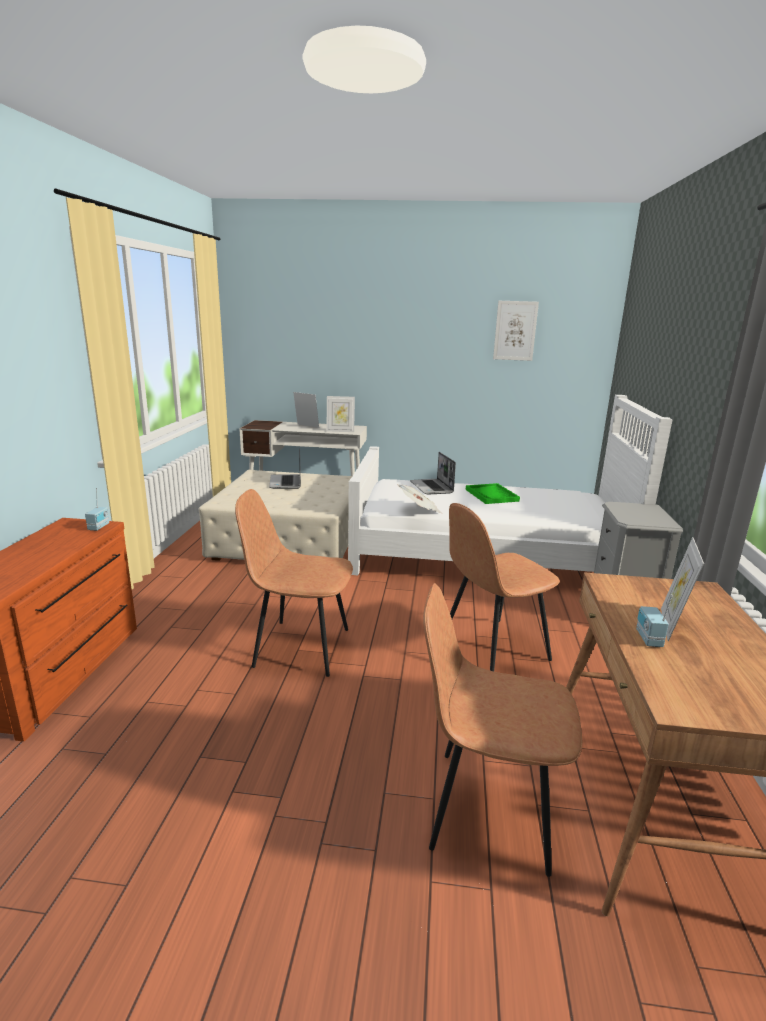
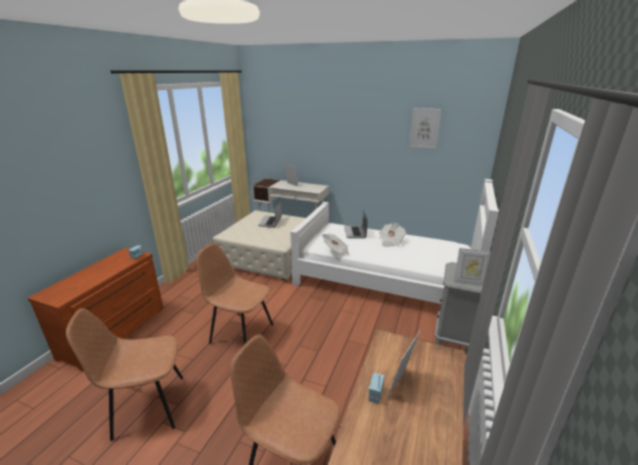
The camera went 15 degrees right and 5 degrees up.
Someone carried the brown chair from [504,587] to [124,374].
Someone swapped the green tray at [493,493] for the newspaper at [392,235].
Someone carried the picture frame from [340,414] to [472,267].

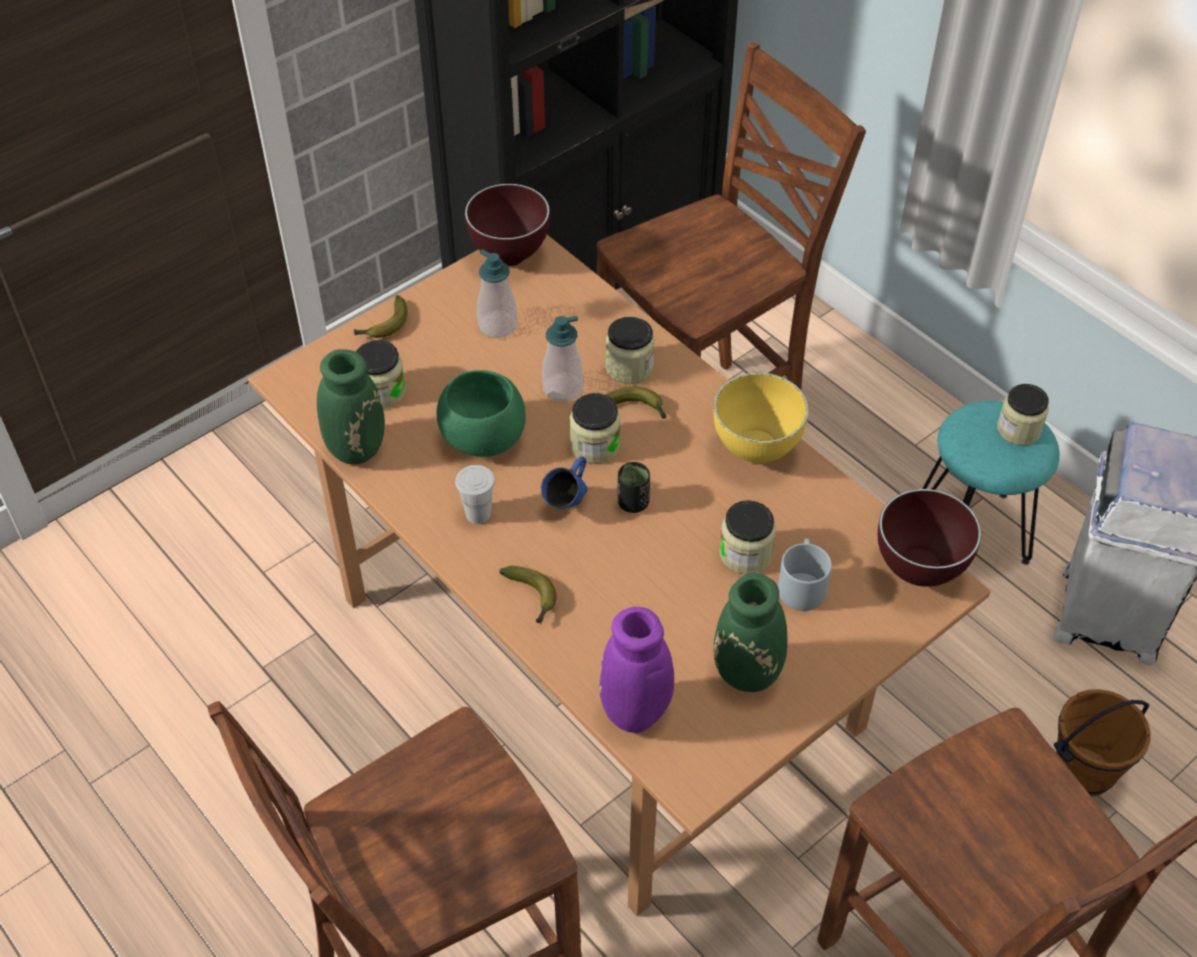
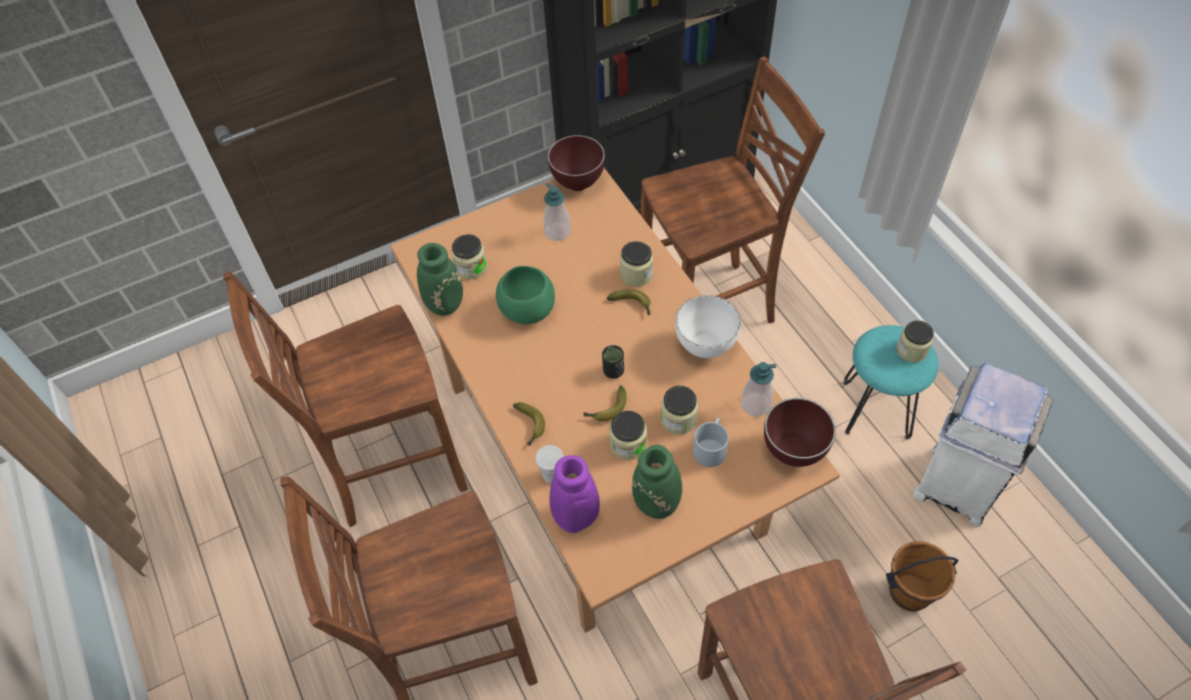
The camera went 15 degrees right and 5 degrees up.
Someone put down the brown chair at [345,399].
Someone carried the white cup from [475,494] to [549,464].
Someone carried the banana from [380,316] to [605,403].
Someone carried the jar from [595,428] to [628,435].
Someone repainted the yellow bowl at [761,418], which became the white bowl at [708,326].
Someone carried the soap dispenser from [562,359] to [758,389].
Someone took away the blue mug at [564,482].

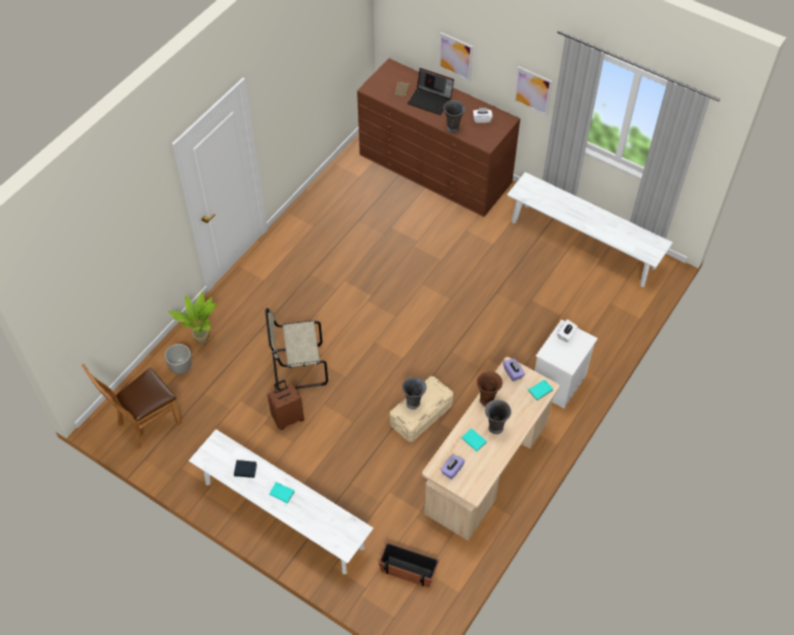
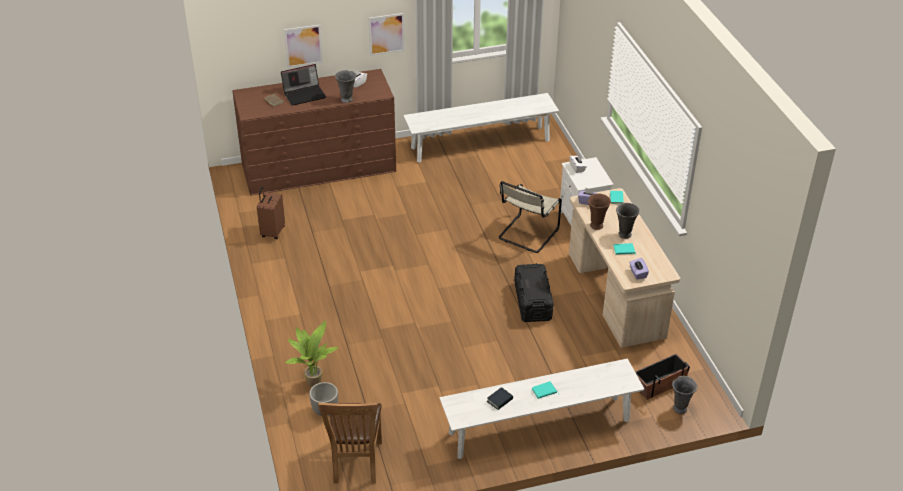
The camera went 50 degrees left and 15 degrees down.
Someone carried the brown suitcase from [285,405] to [271,213].
Someone carried the beige chair from [296,349] to [530,217].
Someone repainted the beige storage box at [421,409], which became the black storage box at [534,292].
Someone carried the grey vase from [414,393] to [684,395].

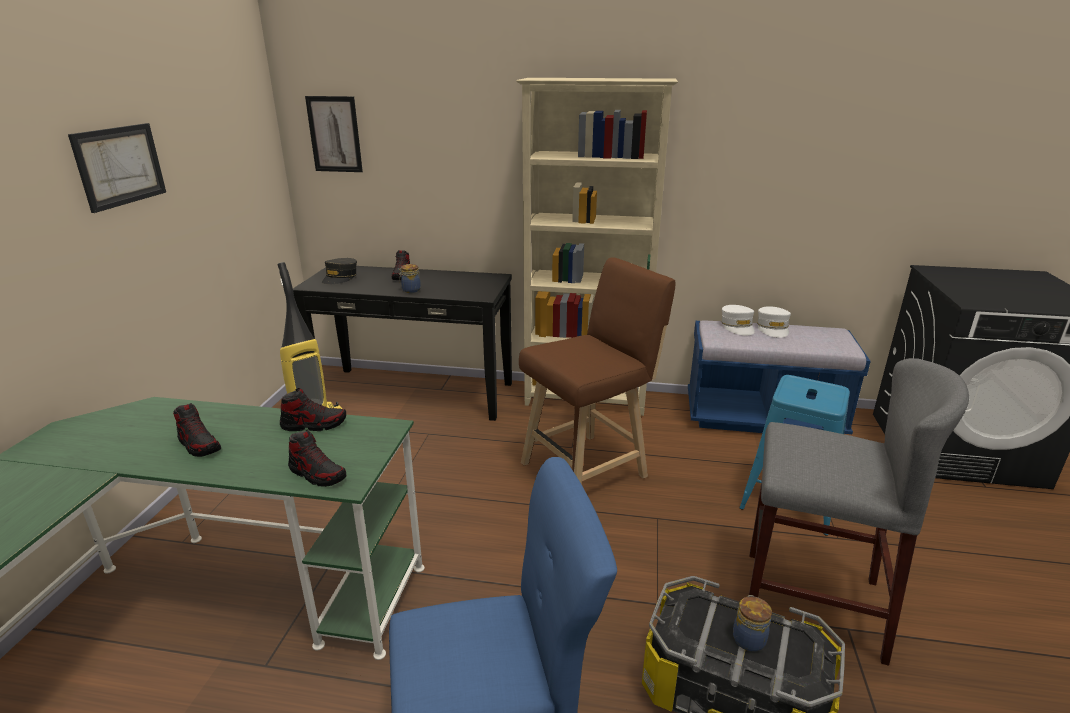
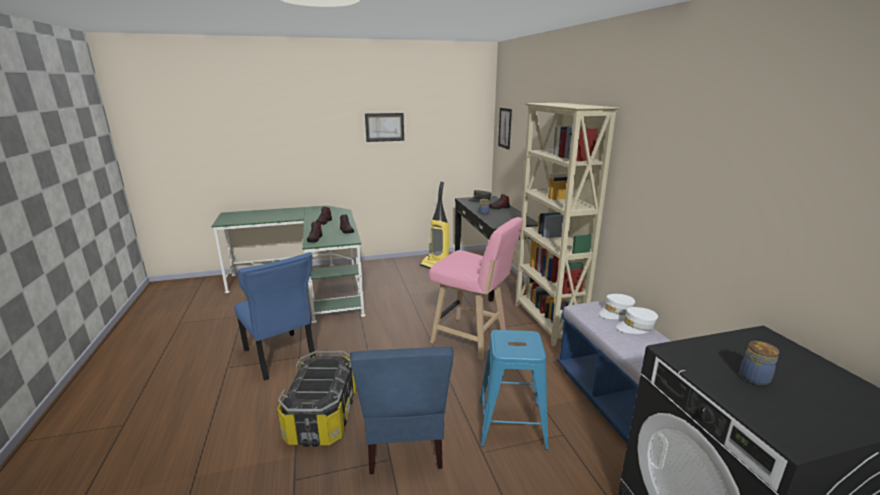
The camera went 65 degrees right and 5 degrees down.
Someone swapped the grey stool at [859,512] for the blue chair at [402,410].
Someone repainted the brown stool at [597,370], which became the pink stool at [476,288].
Someone carried the jar from [752,623] to [759,363].

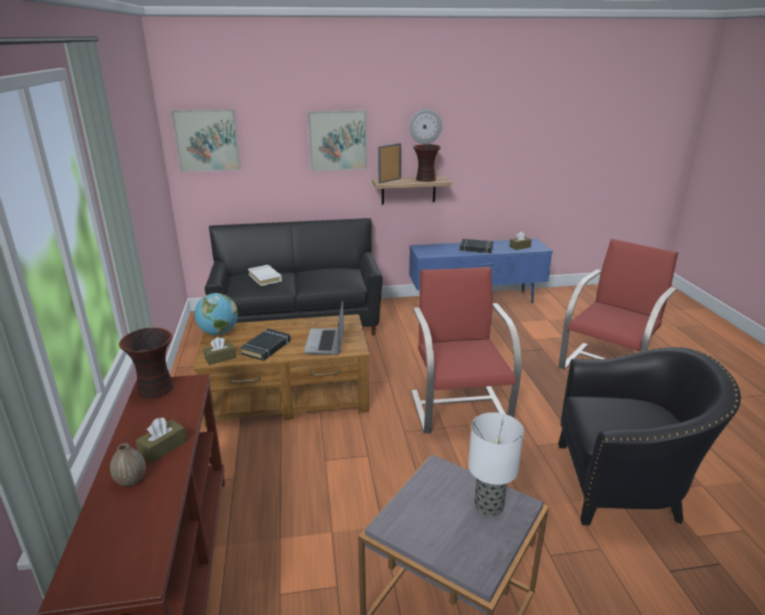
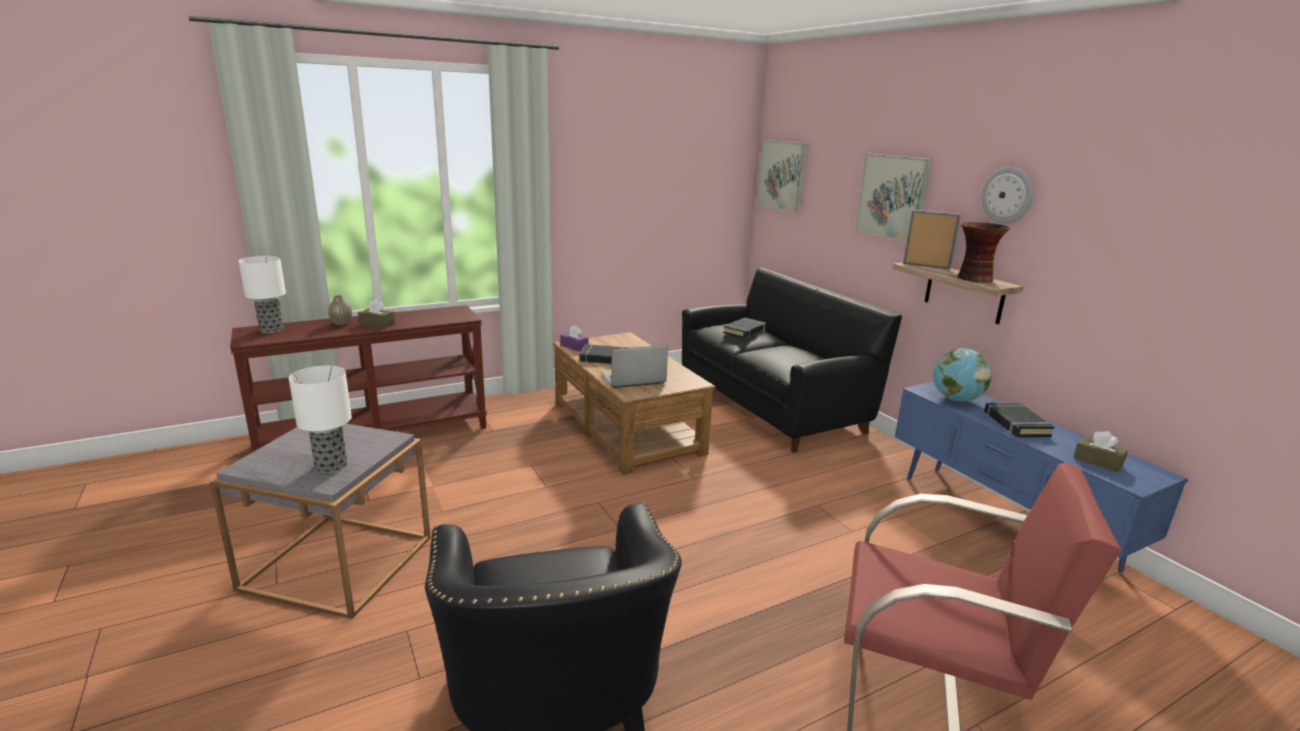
The camera went 70 degrees right and 5 degrees down.
Someone put down the table lamp at [262,294].
Someone repainted the brown tissue box at [219,351], which became the purple tissue box at [574,338].
Someone repainted the white book at [265,275], which became the black book at [745,328].
Someone carried the globe from [216,314] to [962,375].
Someone took away the vase at [146,362].
Someone took away the red armchair at [466,350].

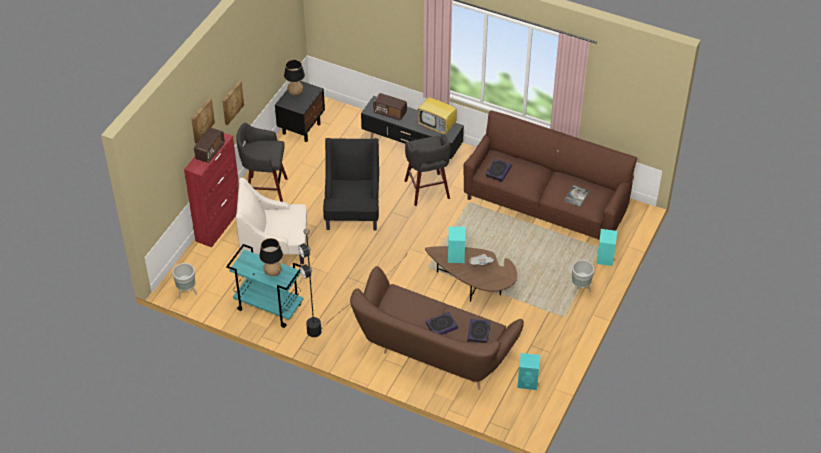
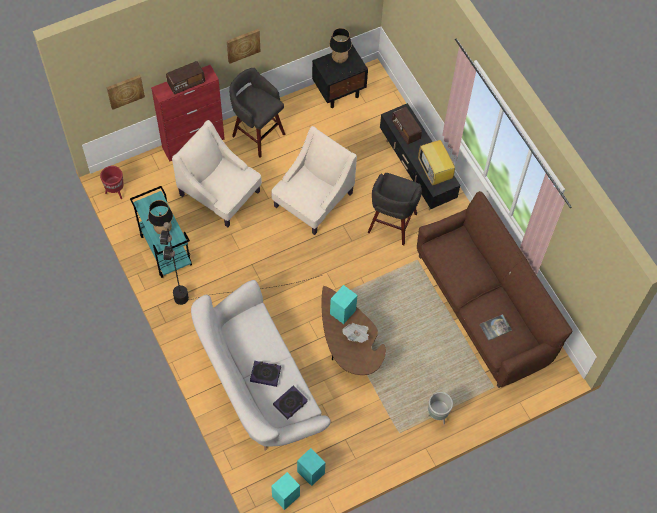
The camera went 35 degrees right and 15 degrees up.
Someone repainted the grey planter at [184,281], which became the red planter at [112,182].
Someone carried the picture from [203,121] to [126,92].
Someone repainted the brown sofa at [437,328], which became the white sofa at [261,365].
Someone repainted the black armchair at [351,184], which became the beige armchair at [314,180].
Someone carried the turquoise speaker from [606,247] to [285,491].
Someone took away the book at [498,170].

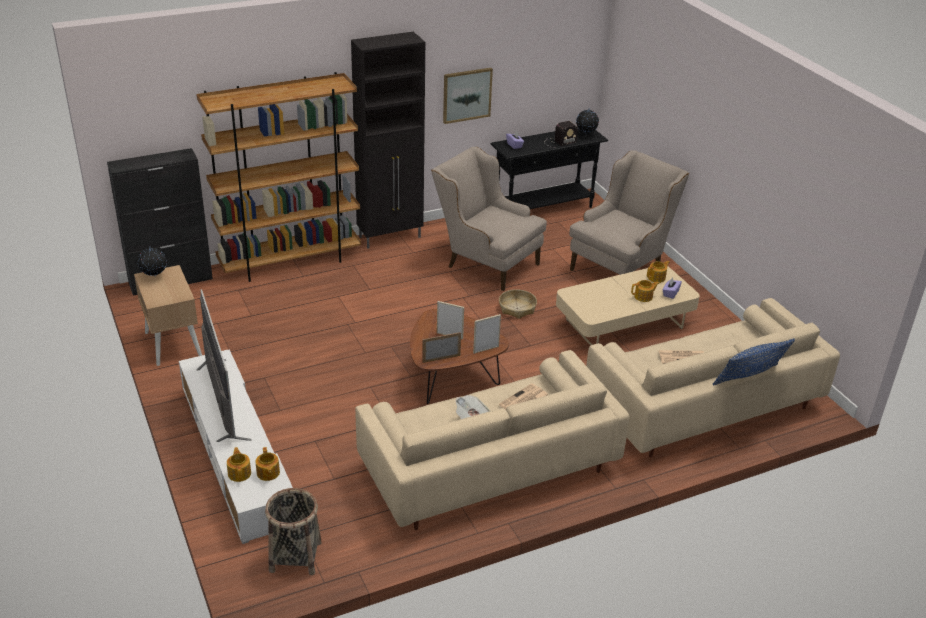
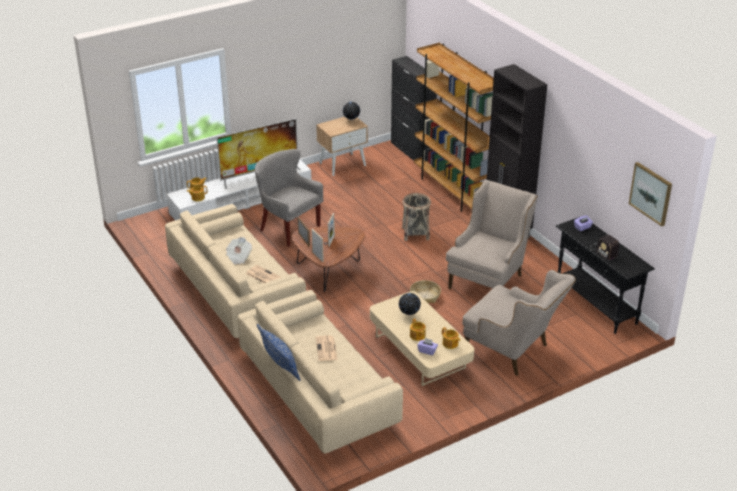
The camera went 85 degrees right and 0 degrees up.
Someone put down the grey armchair at [289,198].
Someone carried the globe from [587,121] to [410,304].
Someone carried the basket from [293,531] to [416,217].
Someone carried the picture from [468,96] to [650,194].

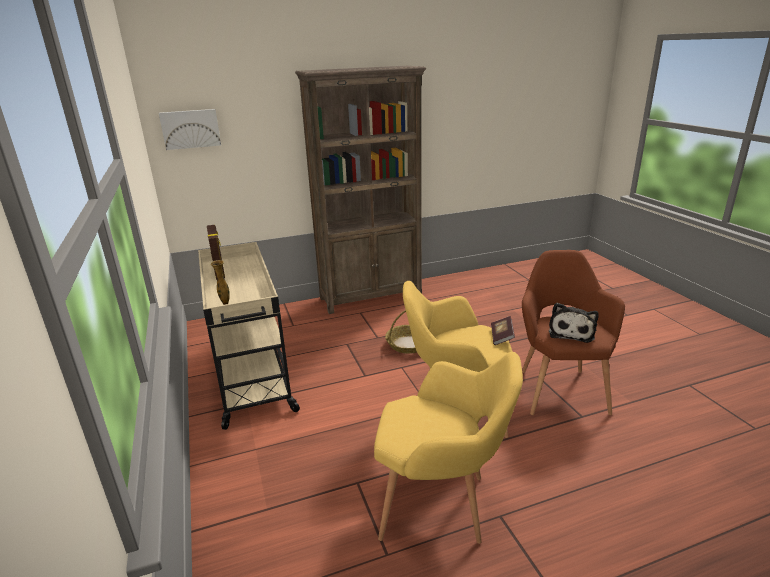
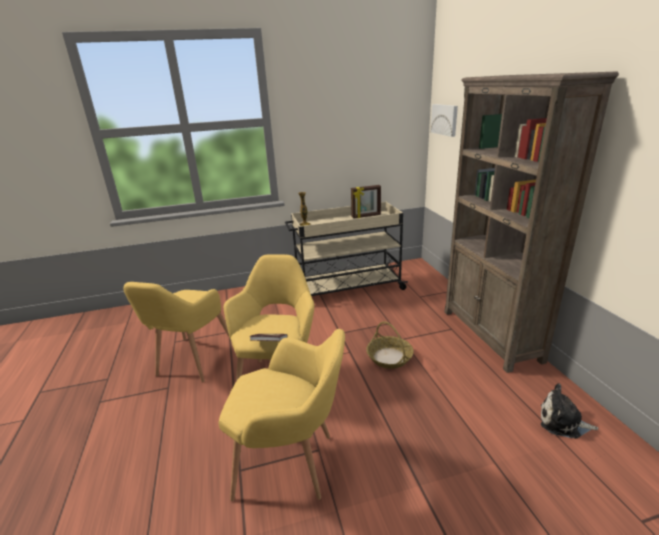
The camera went 95 degrees right and 0 degrees up.
Someone repainted the brown armchair at [573,332], which became the yellow armchair at [281,415].
Someone carried the plush toy from [574,323] to [569,411].

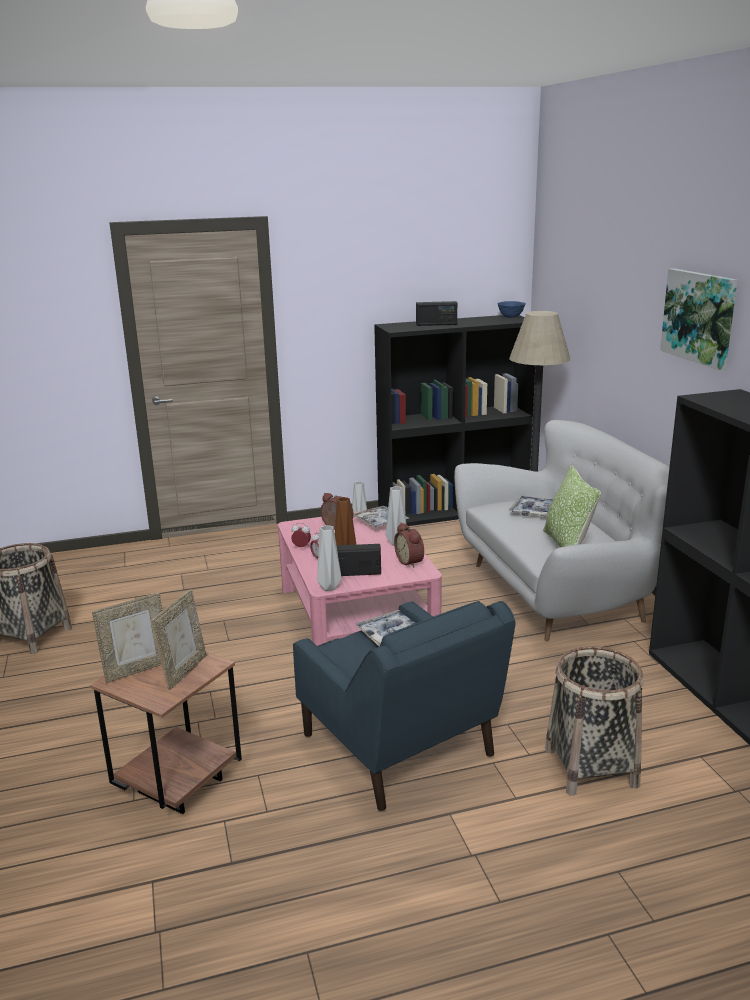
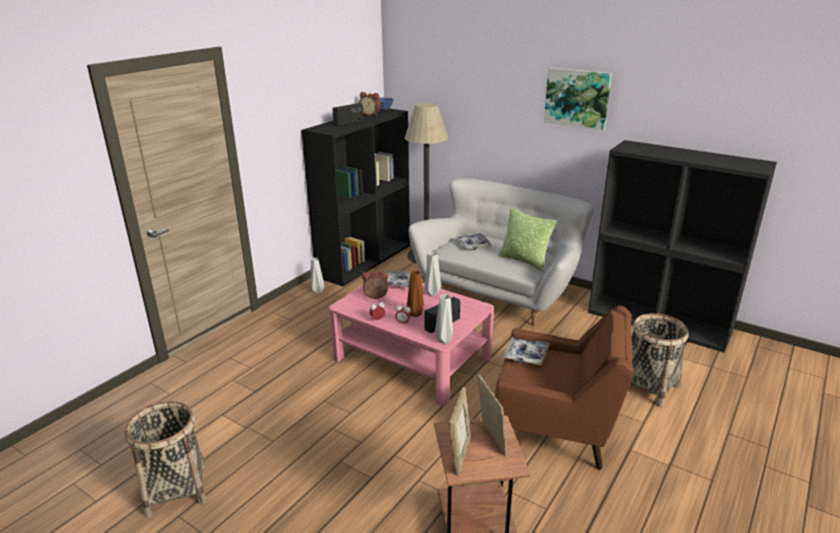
The camera went 40 degrees left and 5 degrees up.
Someone carried the alarm clock from [409,545] to [370,104].
Someone repainted the blue armchair at [404,706], which became the brown armchair at [564,387].

